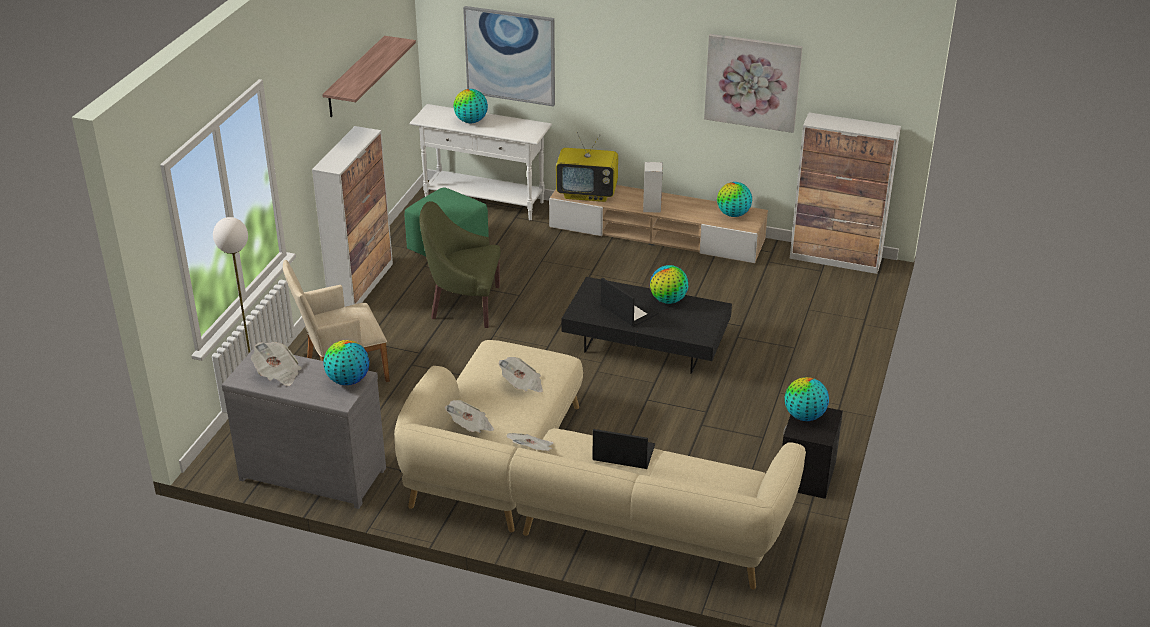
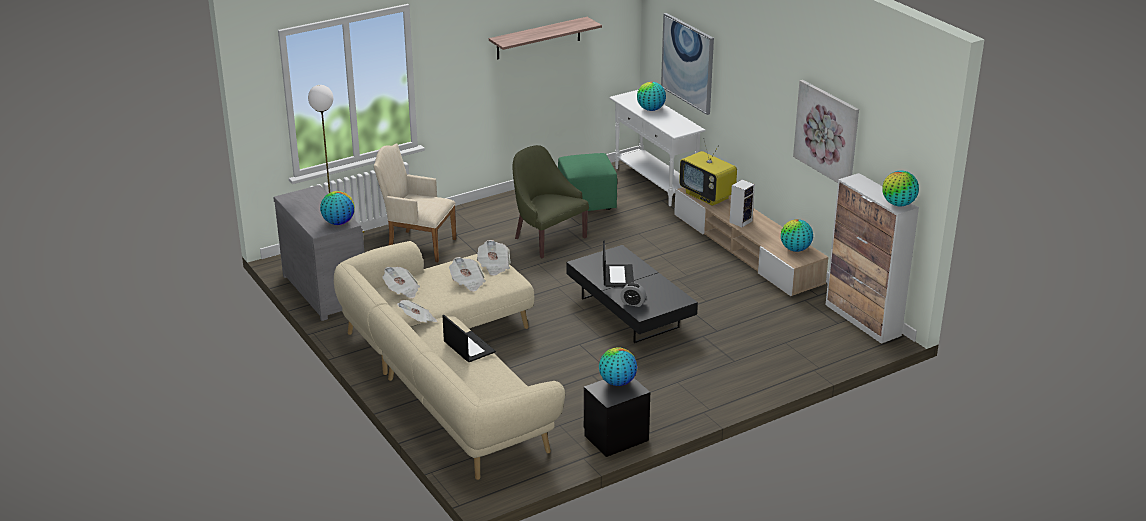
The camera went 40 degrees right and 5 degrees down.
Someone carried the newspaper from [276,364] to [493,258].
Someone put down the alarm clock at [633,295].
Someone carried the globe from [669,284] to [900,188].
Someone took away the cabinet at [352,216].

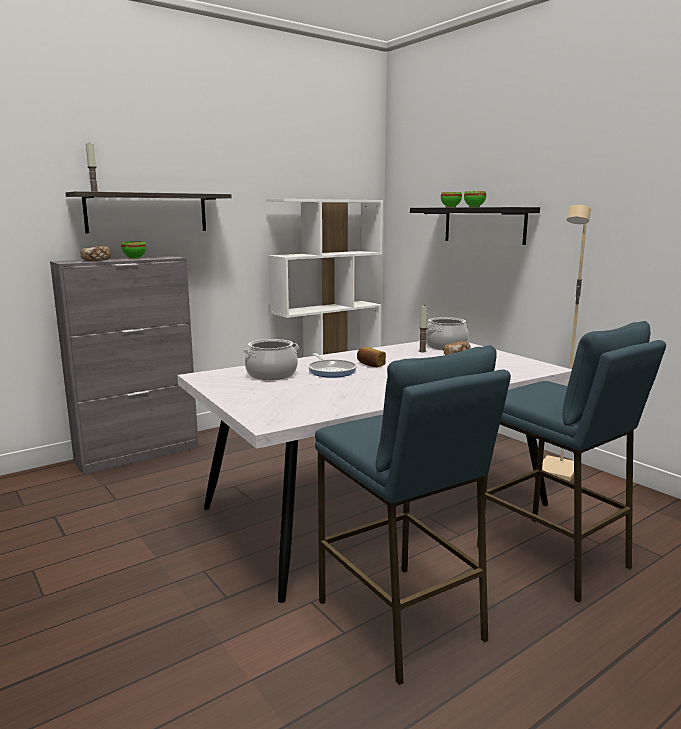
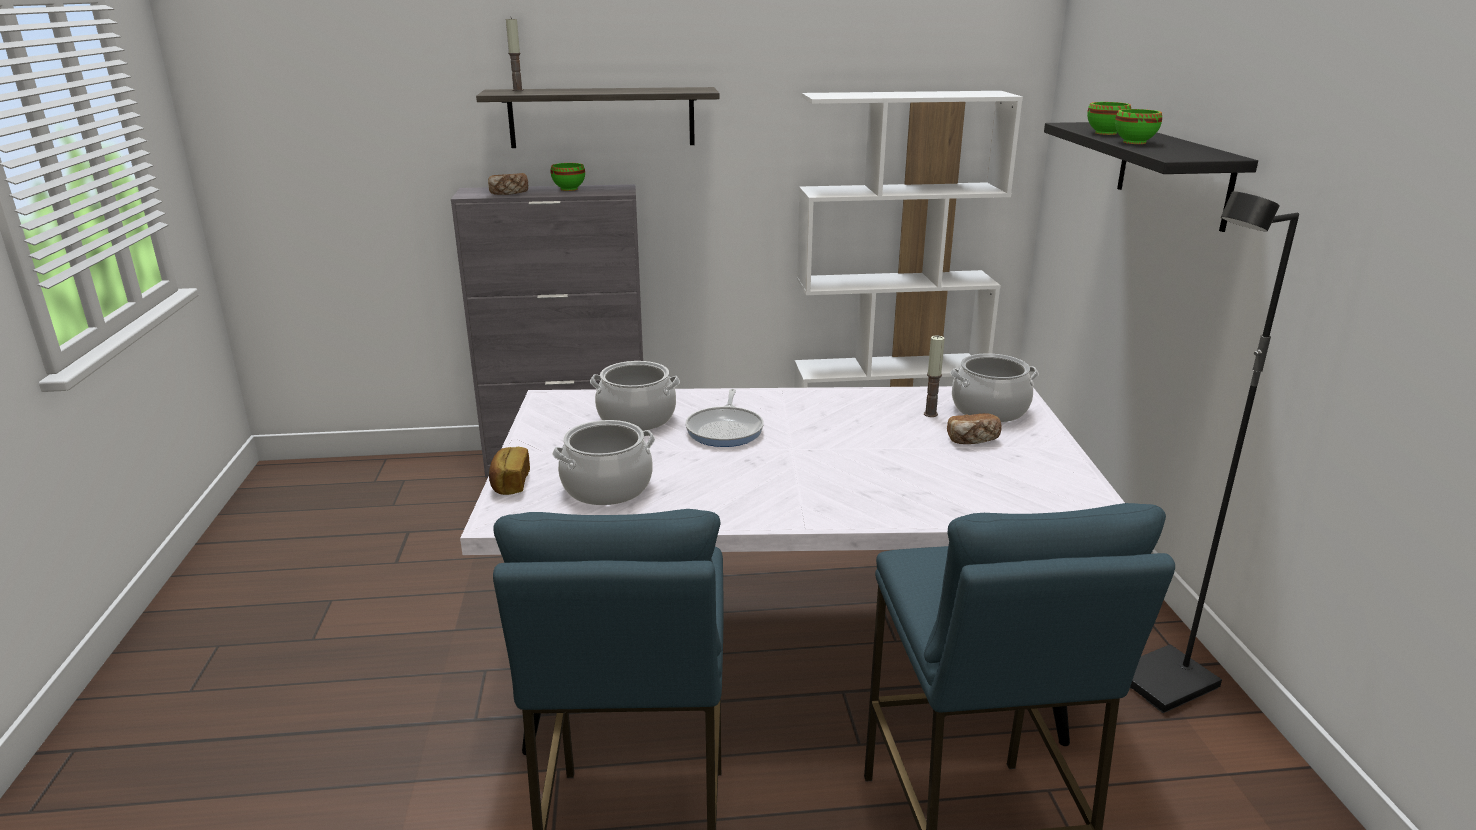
The camera went 30 degrees right and 10 degrees up.
Someone carried the bread from [371,357] to [509,471].
Someone put down the cooking pot at [603,462].
Someone repainted the beige floor lamp at [566,343], which became the black floor lamp at [1214,452].

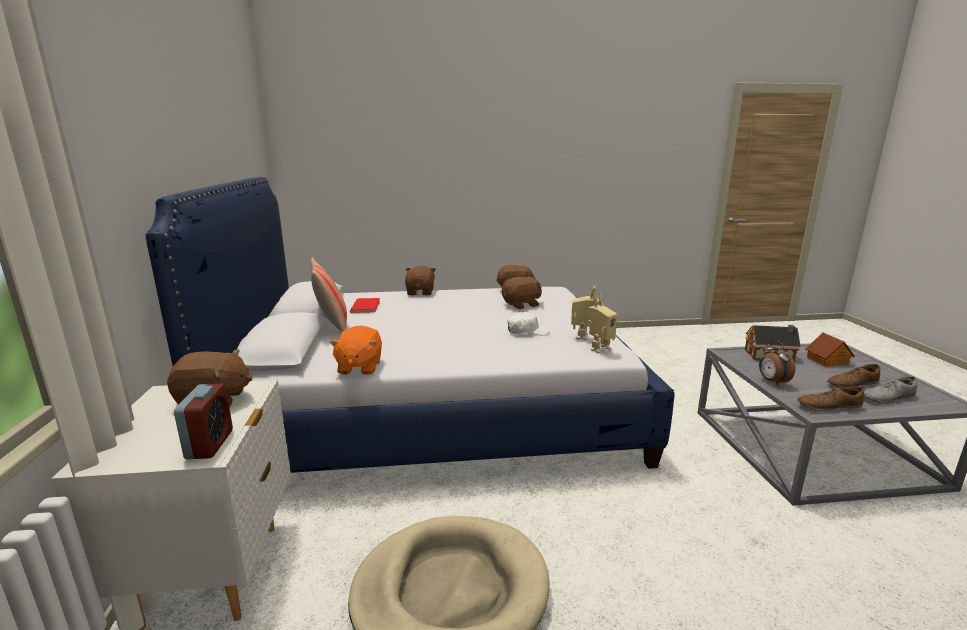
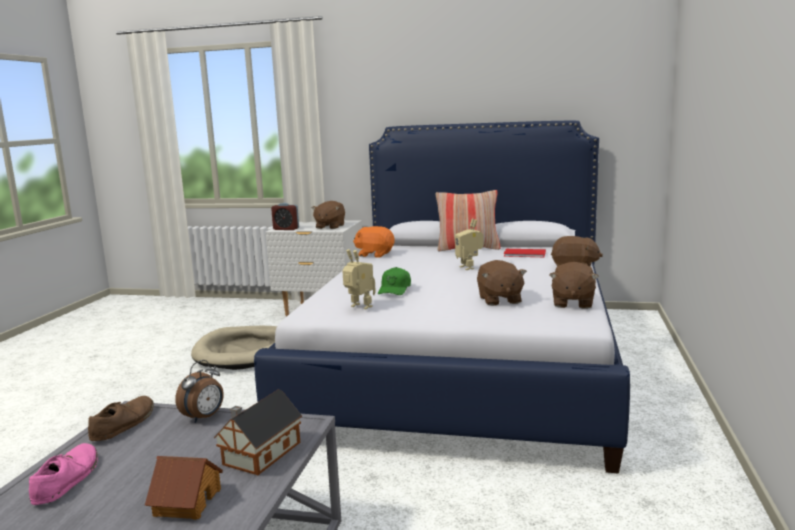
The camera went 110 degrees right and 5 degrees down.
Someone repainted the grey shoe at [890,390], which became the pink shoe at [63,474].
Someone rotated the alarm clock at [777,363] by 120 degrees clockwise.
Someone repainted the white cap at [528,324], which became the green cap at [394,281].
Someone carried the toy robot from [601,323] to [469,244].
Someone took away the brown shoe at [853,376].

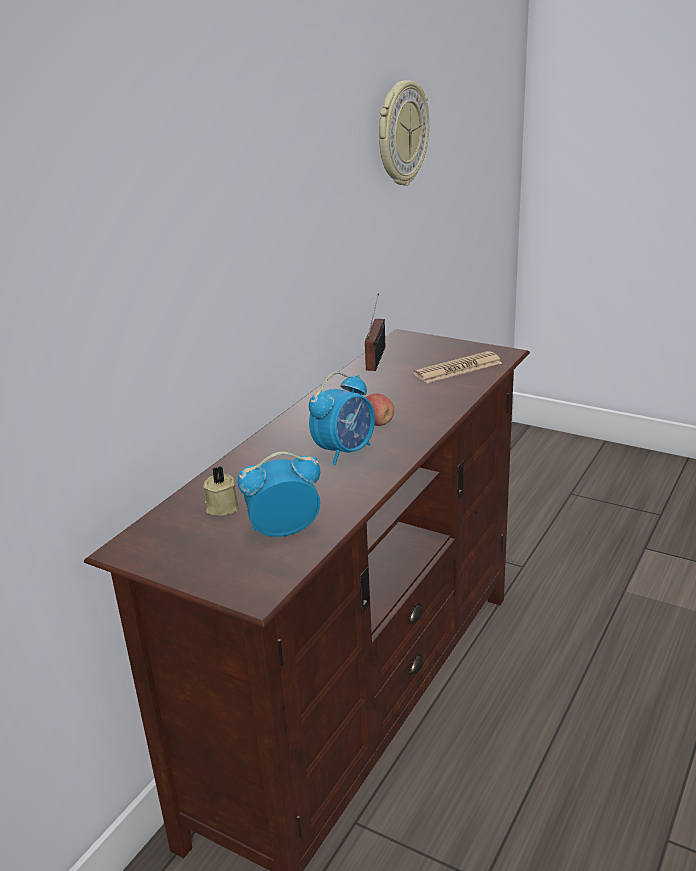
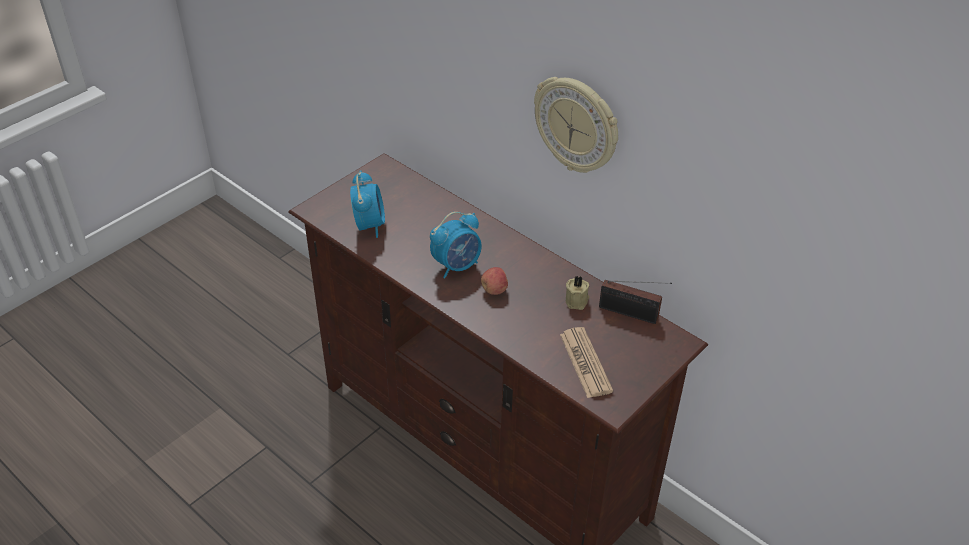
The camera went 100 degrees right and 15 degrees up.
Someone rotated the alarm clock at [342,418] by 90 degrees counterclockwise.
Someone carried the wall clock from [404,133] to [576,125].
Someone carried the beige candle from [221,491] to [577,293].

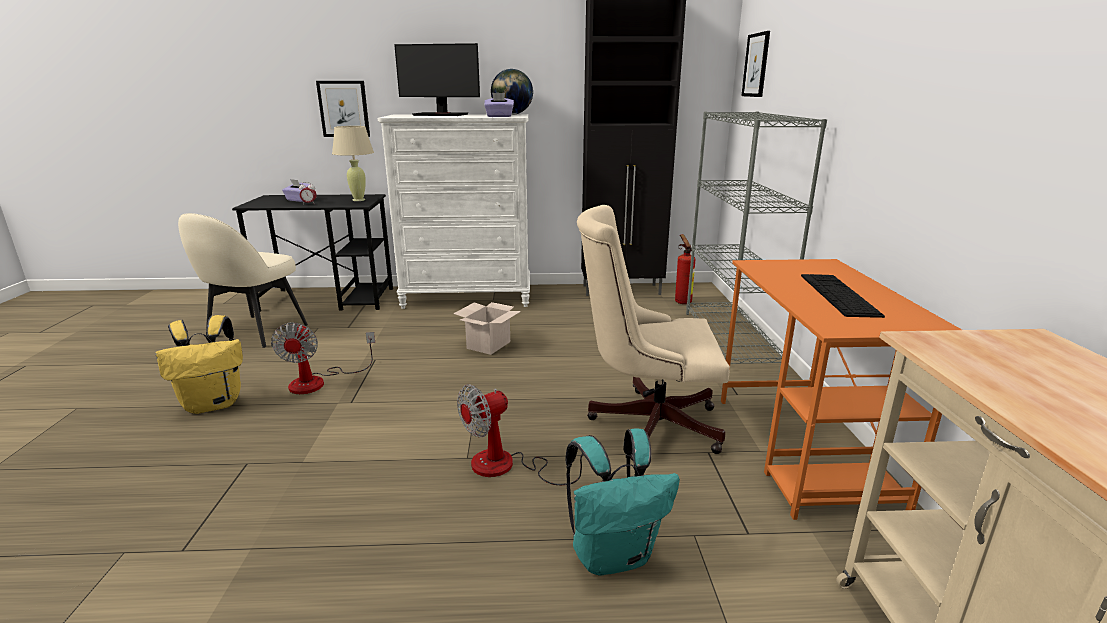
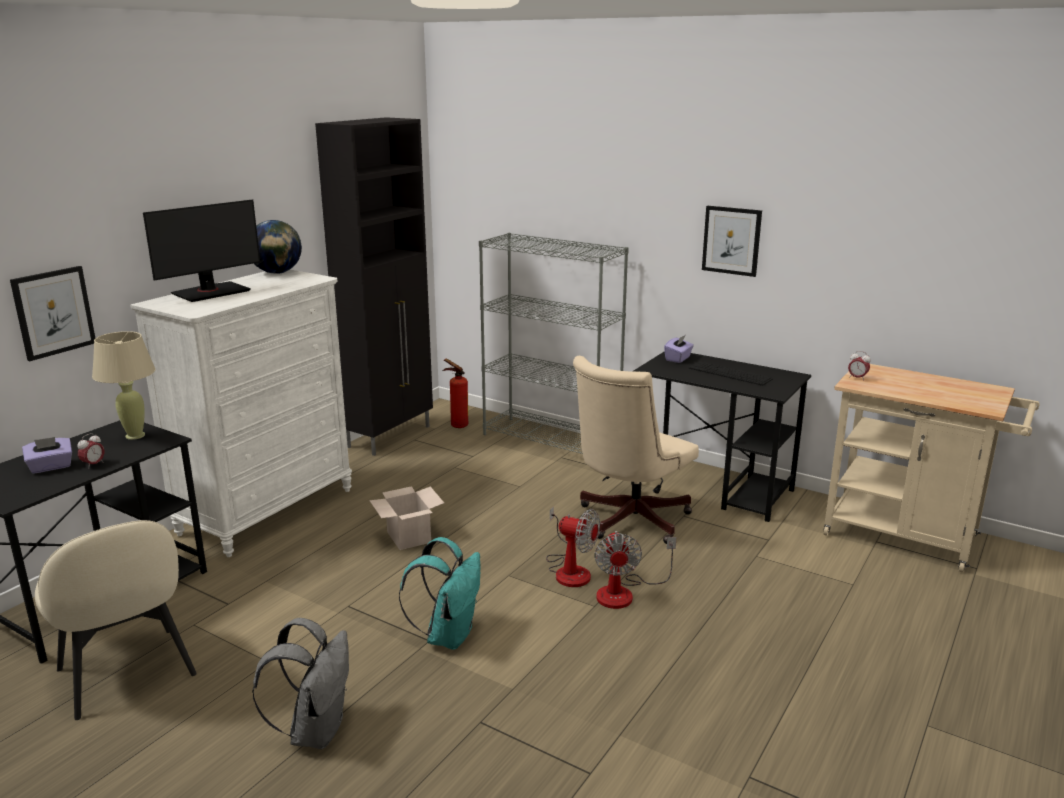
The camera went 55 degrees left and 0 degrees up.
Someone repainted the yellow backpack at [199,364], which became the grey backpack at [300,683].
Someone carried the turquoise backpack from [622,502] to [440,593].
Someone carried the fan from [323,358] to [573,546].
Someone repainted the orange desk at [841,389], which became the black desk at [721,436].
Someone carried the purple tissue box from [499,105] to [679,349].
Someone carried the picture from [755,64] to [732,241].
Someone put down the alarm clock at [859,366].

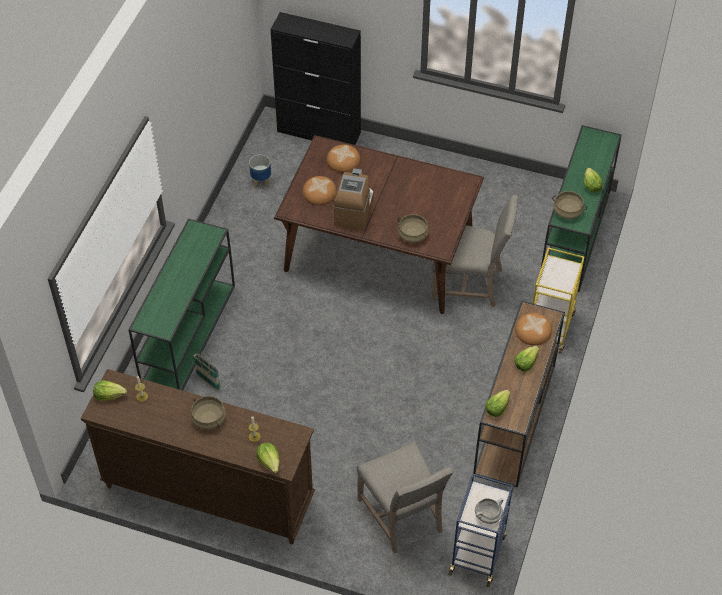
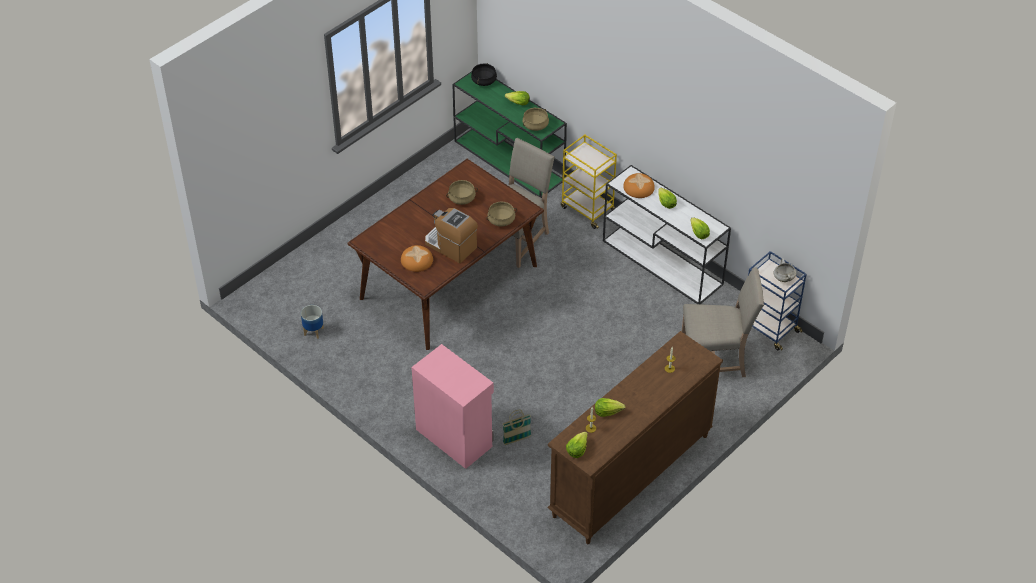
The camera went 65 degrees left and 5 degrees down.
Someone swapped the green console table at [181,304] for the pink cabinet at [453,406].
Someone carried the beige cooking pot from [208,413] to [462,192].
Someone put down the black cooking pot at [484,74].
Someone carried the lettuce from [267,458] to [610,407].
Someone repainted the brown console table at [519,394], which became the white console table at [667,234].
Someone took away the black cabinet at [315,78].
Someone took away the bread at [343,158].

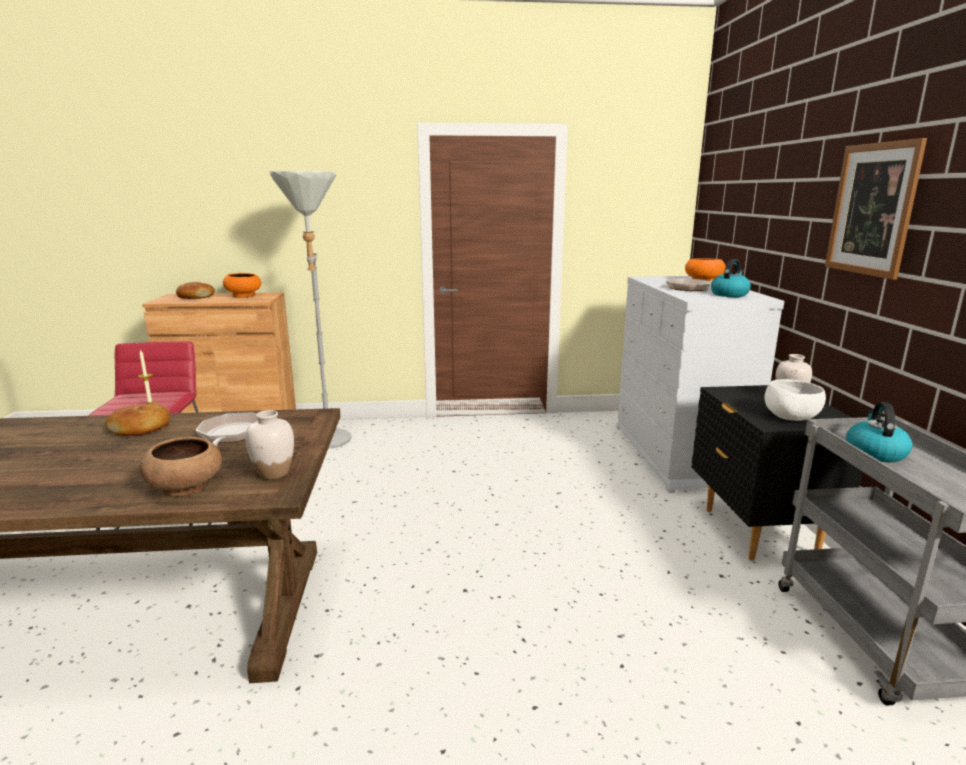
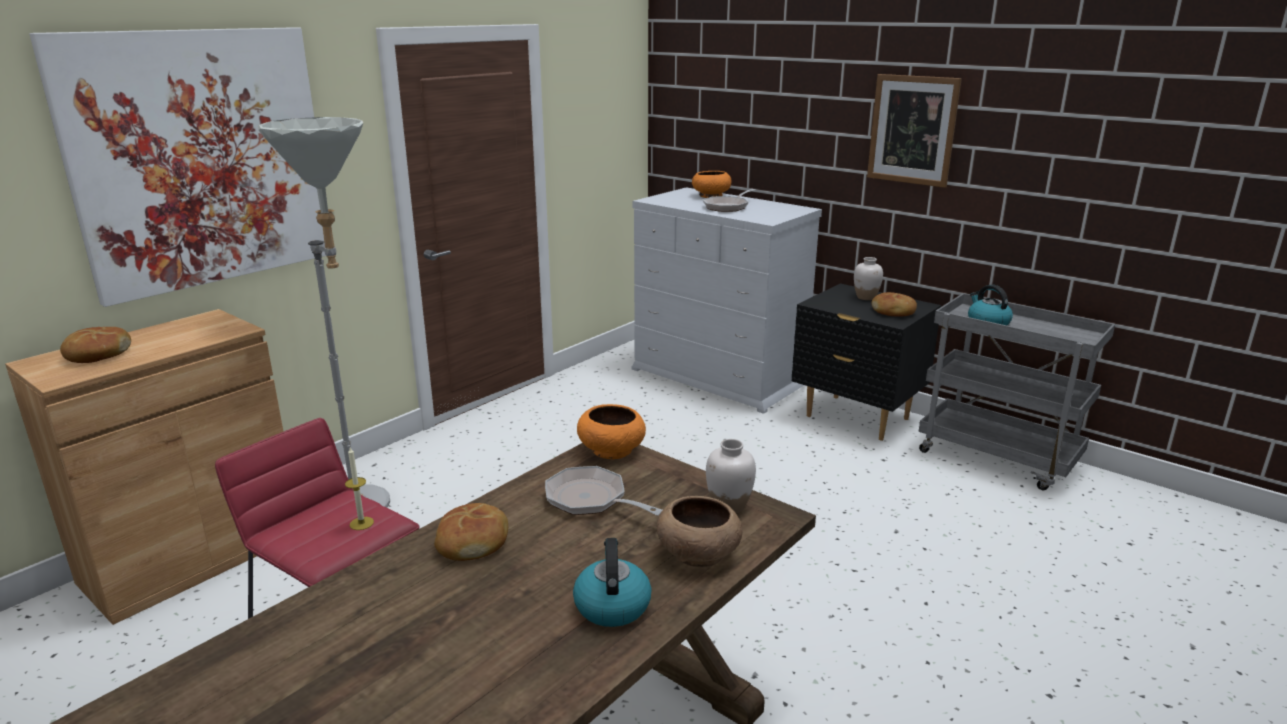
The camera went 45 degrees left and 5 degrees up.
Someone put up the picture at [178,167].
Someone carried the kettle from [731,278] to [612,582].
Someone carried the orange bowl from [242,285] to [611,431].
Someone swapped the white bowl at [795,400] for the bread at [894,304].

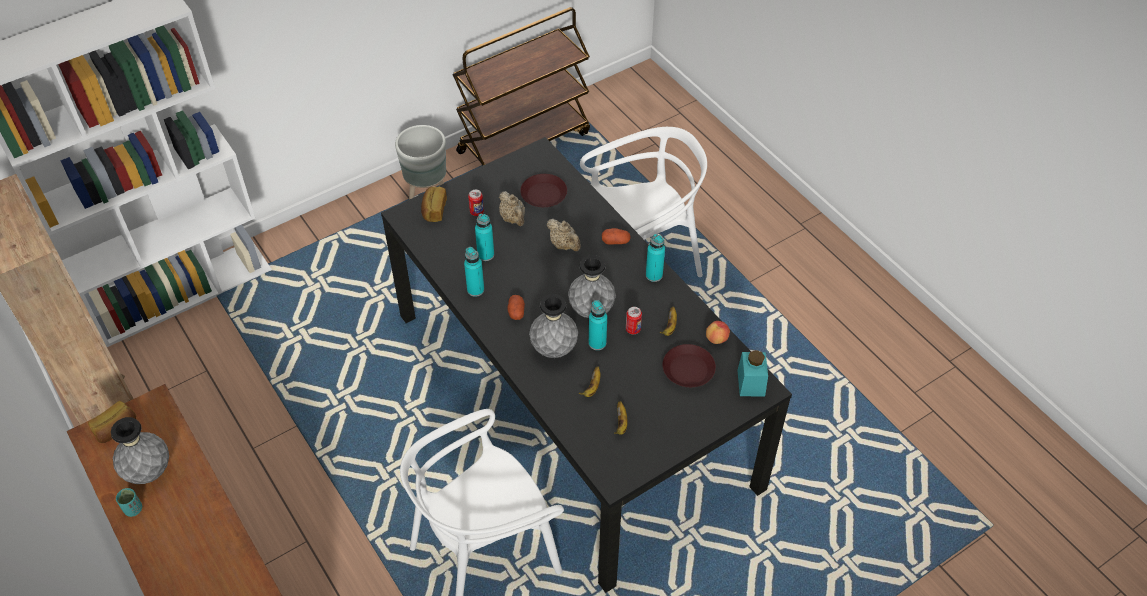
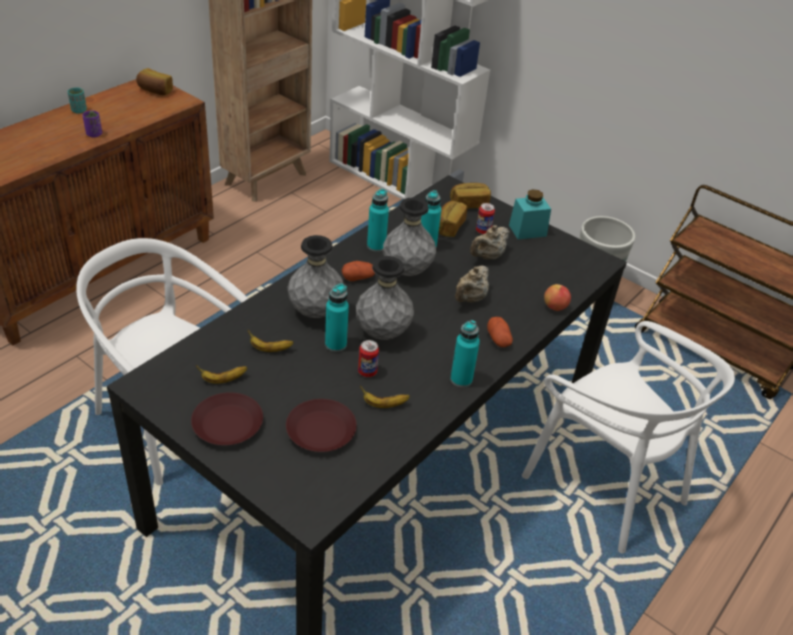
The camera went 70 degrees right and 10 degrees down.
Someone put down the purple cup at [92,124].
Someone carried the brown plate from [543,190] to [227,418].
Someone carried the grey vase from [140,450] to [409,236].
Someone put down the bread at [452,219].
Someone carried the turquoise jar from [752,373] to [530,214].
Someone carried the apple from [718,332] to [557,297].

